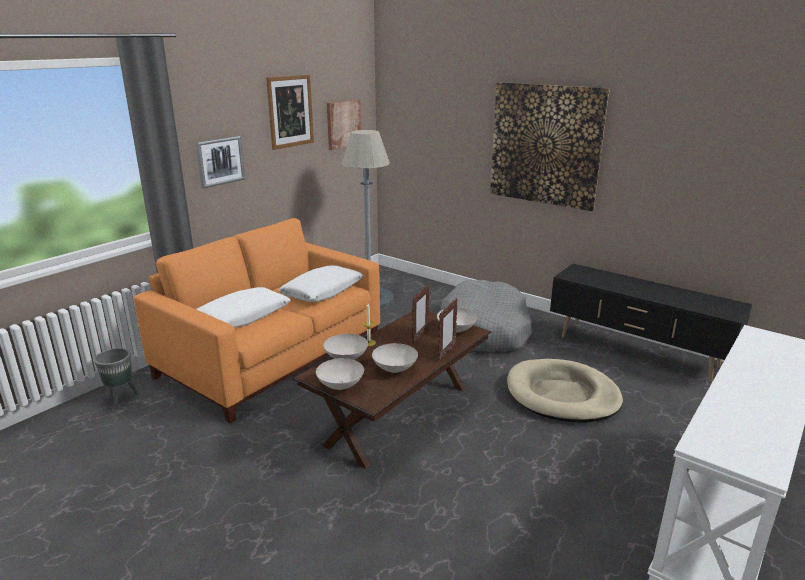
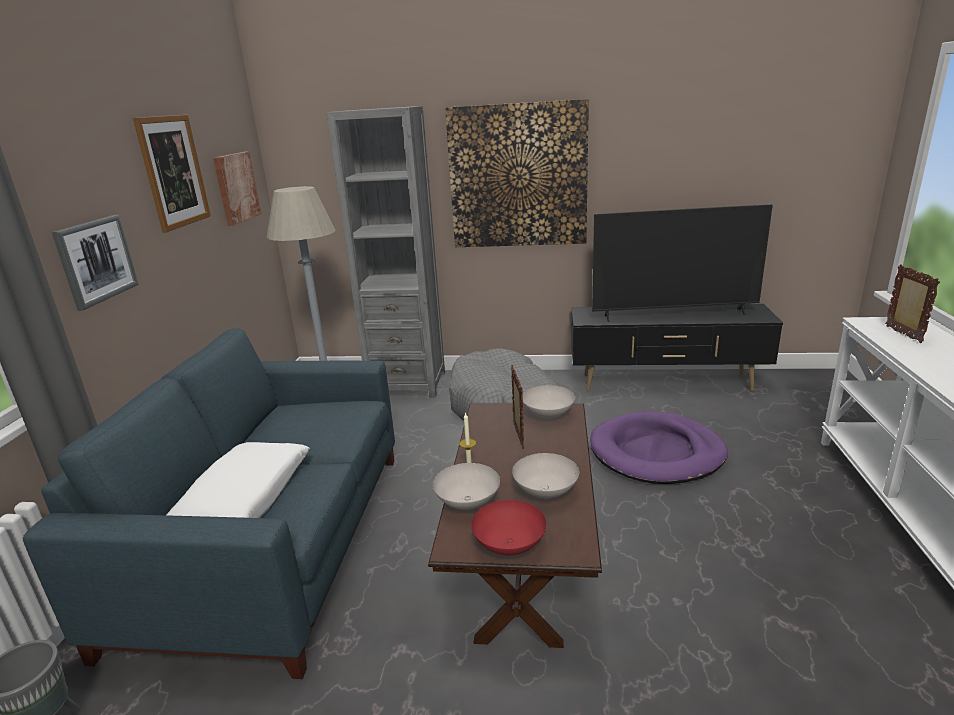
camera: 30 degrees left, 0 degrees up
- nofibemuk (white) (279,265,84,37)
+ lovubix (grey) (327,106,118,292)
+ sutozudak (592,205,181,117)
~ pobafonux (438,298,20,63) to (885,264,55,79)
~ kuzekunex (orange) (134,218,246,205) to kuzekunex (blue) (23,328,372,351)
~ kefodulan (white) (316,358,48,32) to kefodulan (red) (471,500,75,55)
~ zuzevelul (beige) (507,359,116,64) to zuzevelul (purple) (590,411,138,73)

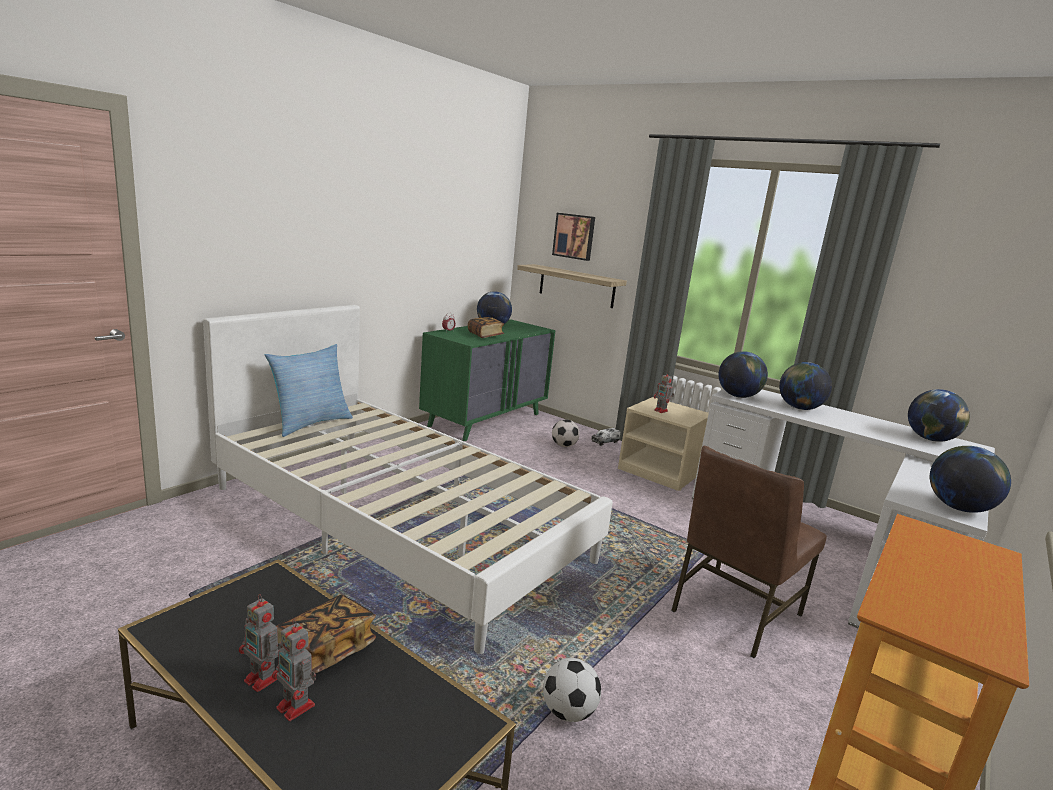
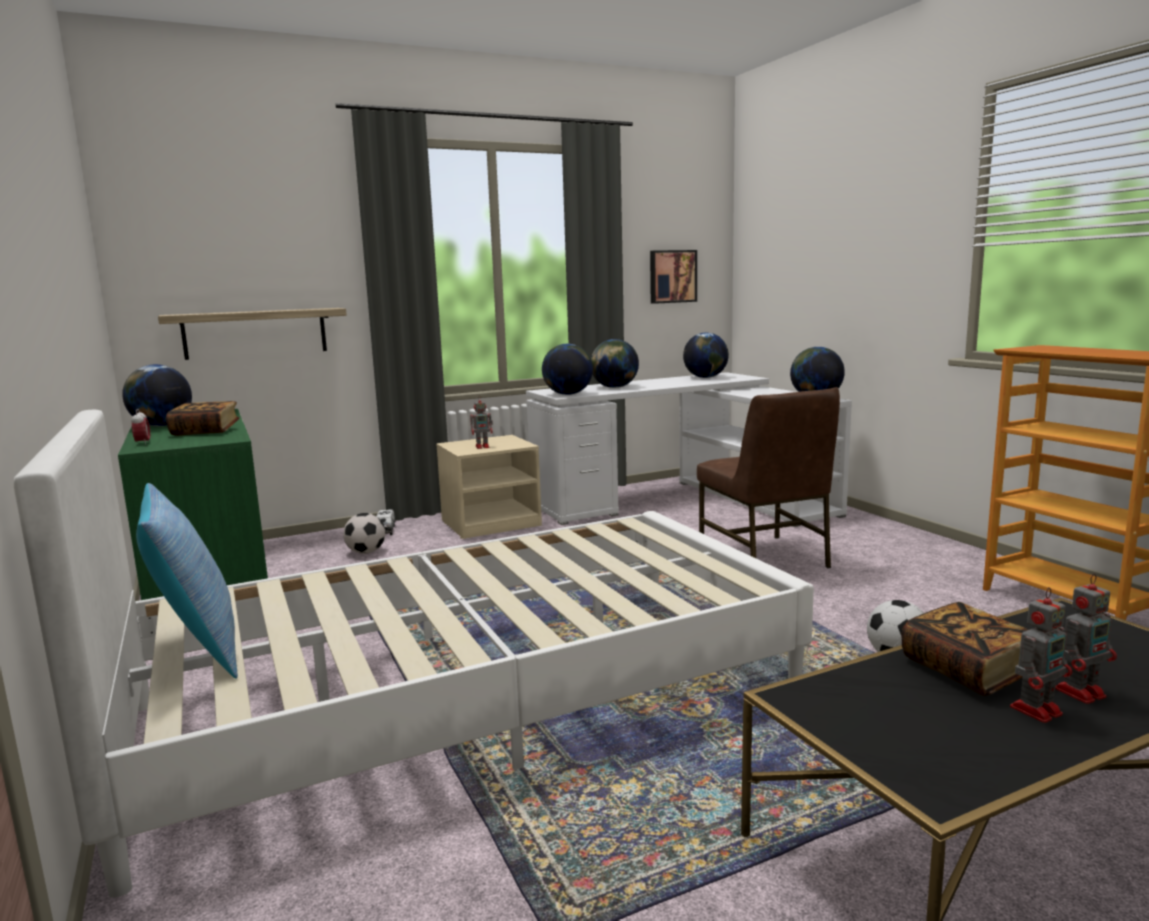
camera: 60 degrees left, 5 degrees down
~ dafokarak (552,213,43,48) to (650,250,47,54)

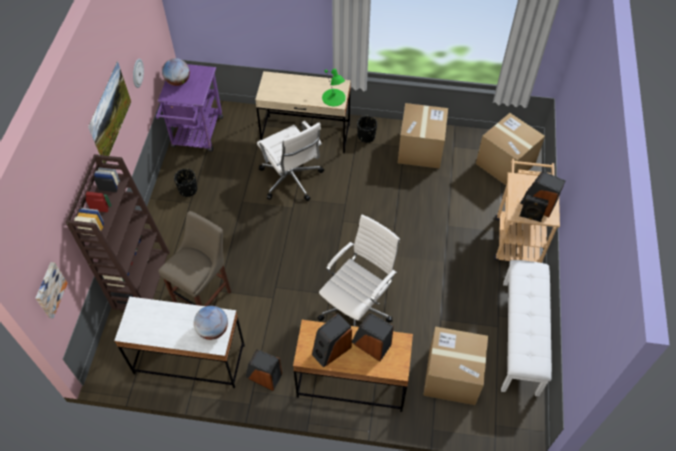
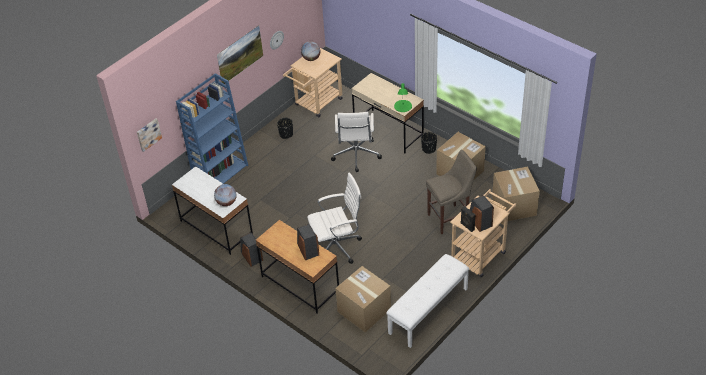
camera: 35 degrees right, 10 degrees down
- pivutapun (312,313,40,55)
~ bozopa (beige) (158,211,73,95) to (426,150,51,84)
~ lovubix (brown) (66,154,104,157) to lovubix (blue) (176,73,72,111)
~ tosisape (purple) (156,64,67,88) to tosisape (beige) (283,48,60,69)

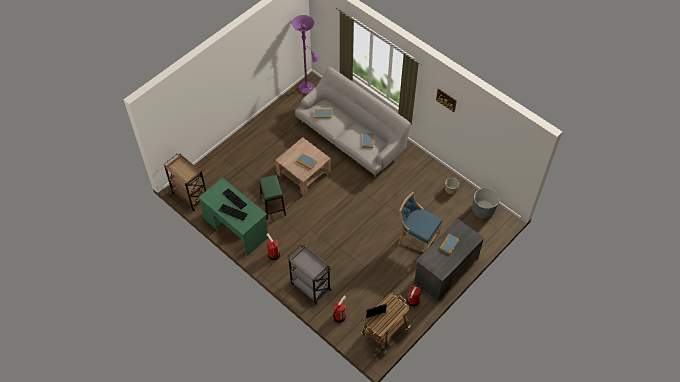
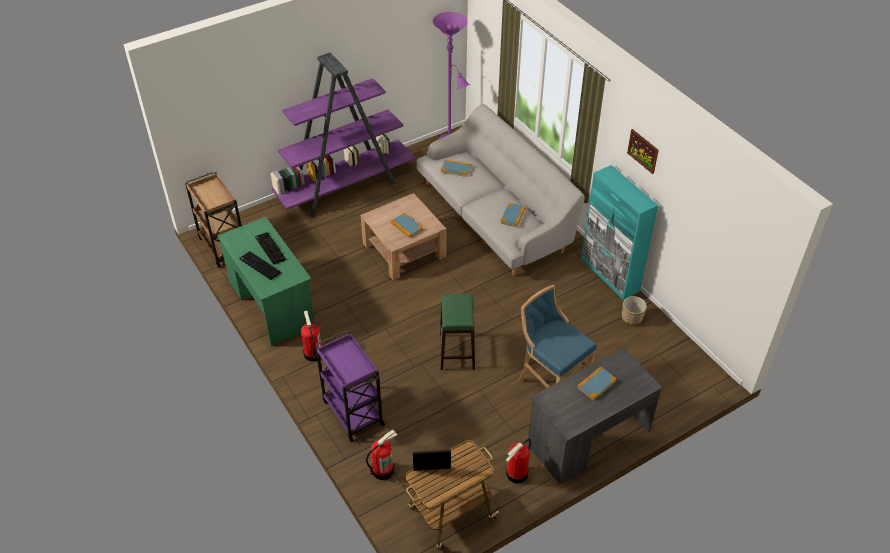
camera: 15 degrees right, 10 degrees down
- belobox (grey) (472,188,27,31)
+ lovubix (purple) (271,53,144,164)
+ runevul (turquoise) (581,165,77,135)
~ bozopa (green) (259,175,27,45) to (440,294,35,76)
~ tosisape (grey) (288,245,44,60) to tosisape (purple) (315,331,70,111)

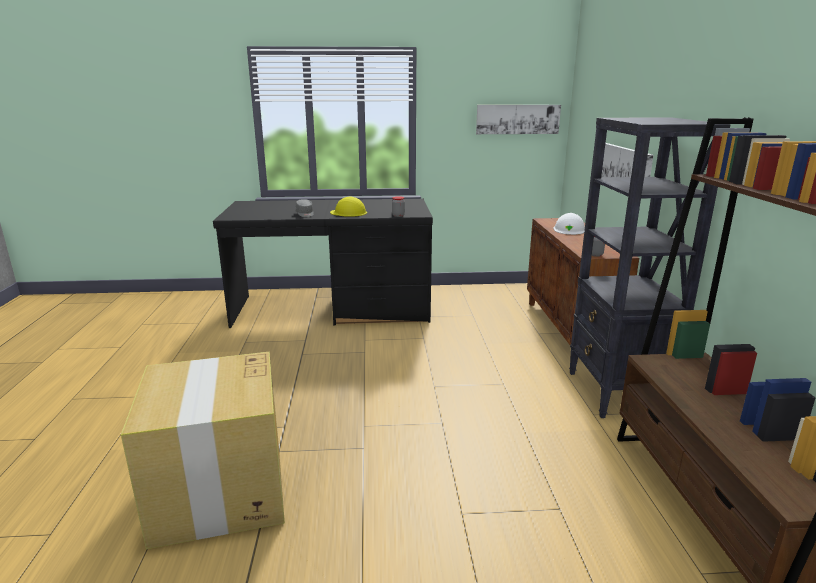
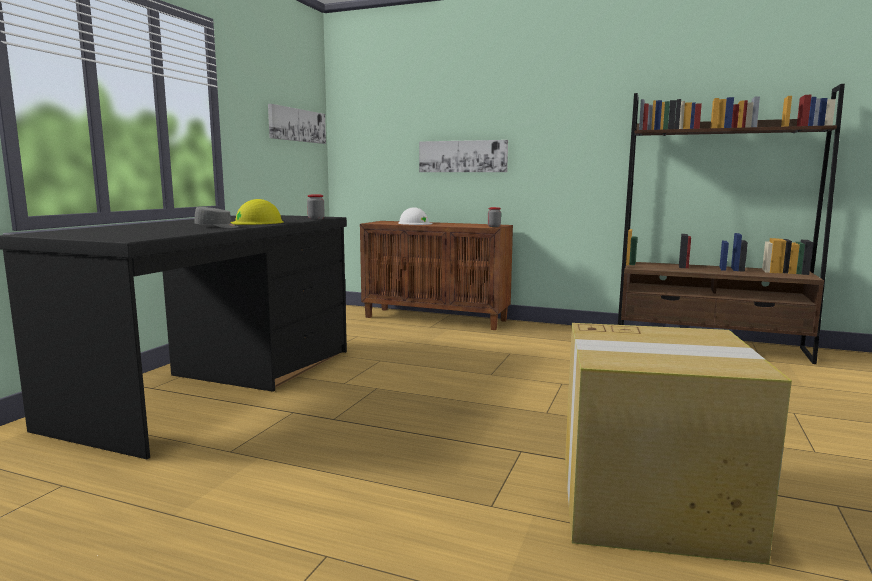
camera: 65 degrees left, 10 degrees down
- lovubix (black) (569,117,162,301)

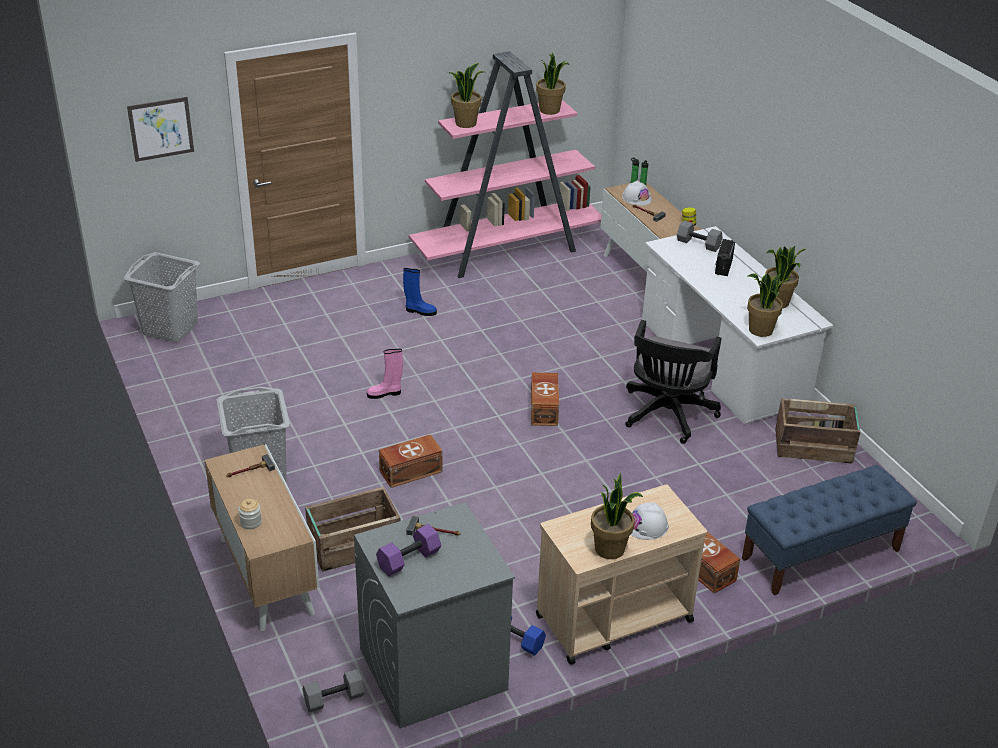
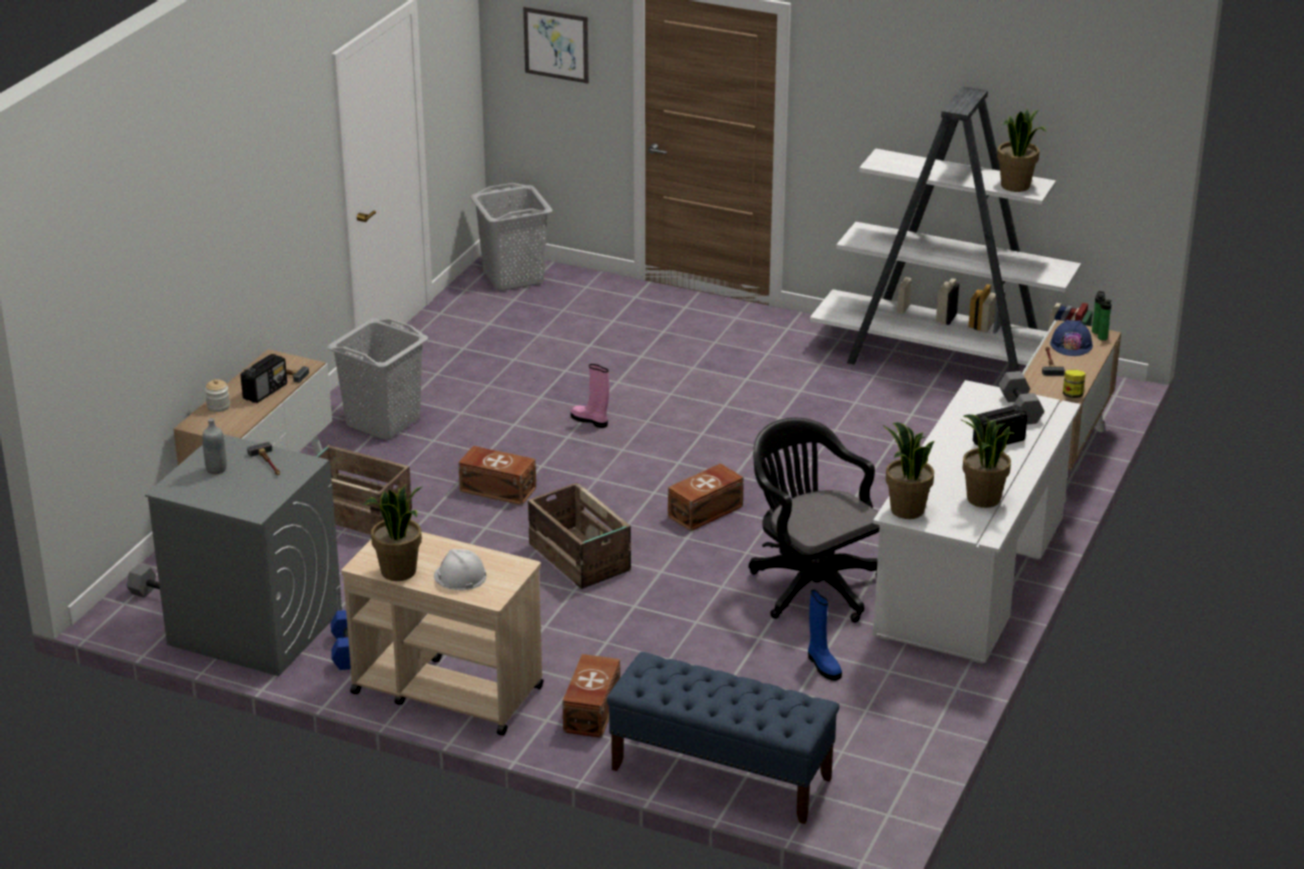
camera: 50 degrees right, 5 degrees down
- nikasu (448,63,36,65)
+ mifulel (240,354,47,49)
~ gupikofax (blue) (403,268,34,48) to (808,589,34,92)
~ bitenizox (775,398,85,66) to (528,482,103,107)
~ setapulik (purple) (376,524,65,52) to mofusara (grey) (203,418,24,56)
~ lovubix (pink) (409,51,193,227) to lovubix (white) (810,86,283,286)
~ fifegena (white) (622,180,30,26) to fifegena (blue) (1050,320,43,36)
~ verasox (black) (625,320,96,124) = (749,418,131,205) 75 degrees clockwise

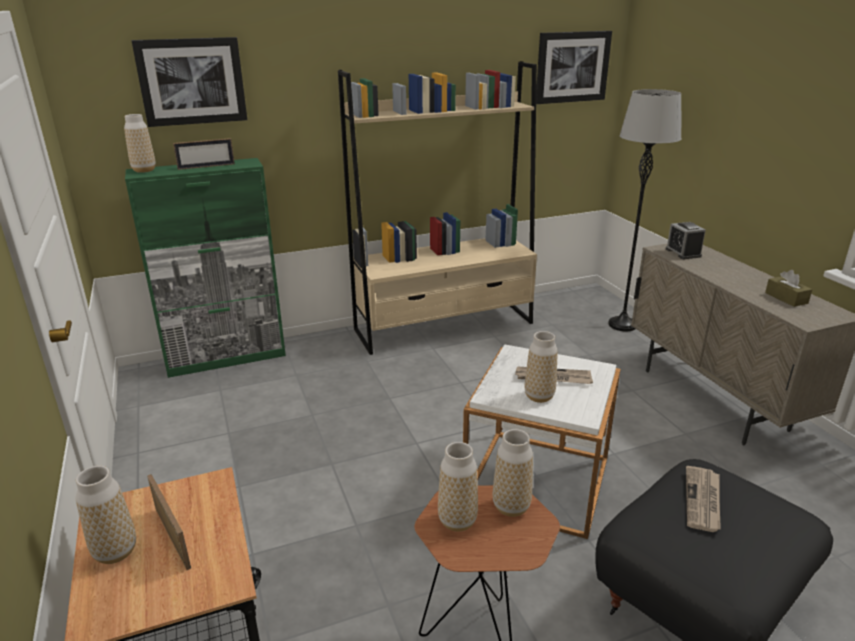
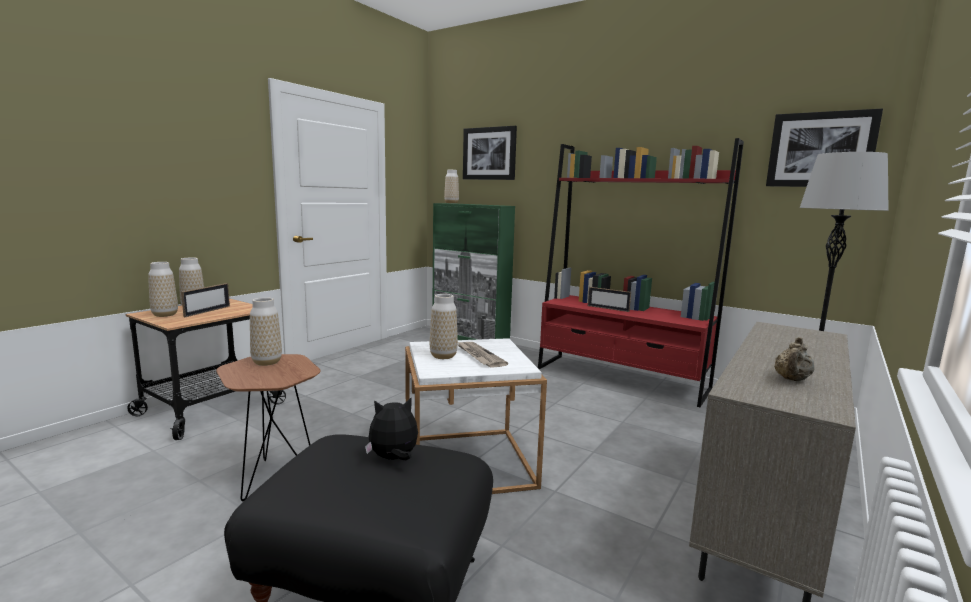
camera: 55 degrees right, 15 degrees down
- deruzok (666,222,40,37)
~ pobafonux (173,138,62,32) to (588,287,43,25)
~ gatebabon (493,429,40,88) to (148,262,30,55)
~ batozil (686,466,35,66) to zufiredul (365,397,53,63)
~ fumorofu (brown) (765,270,47,37) to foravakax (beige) (774,337,41,44)
~ lovubix (beige) (338,61,199,294) to lovubix (red) (538,138,206,269)

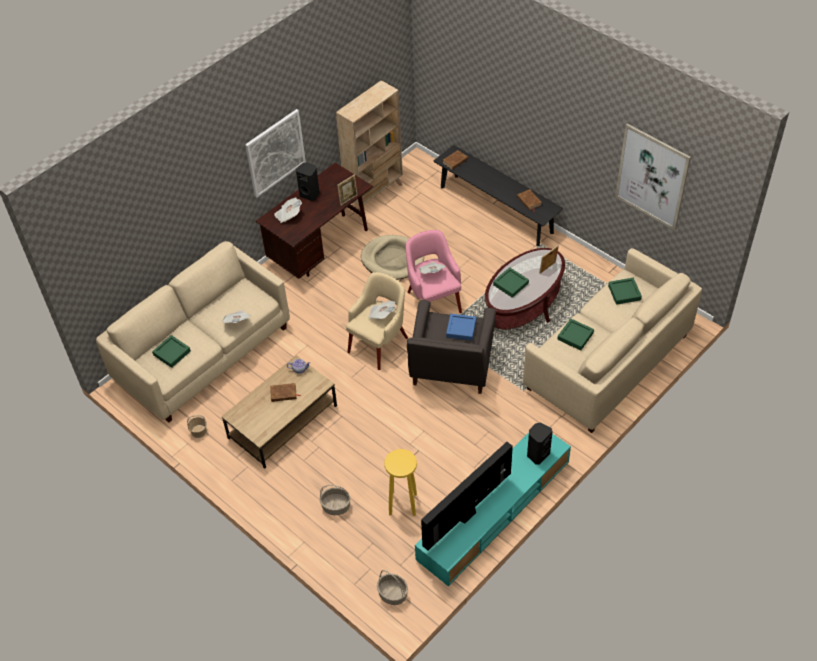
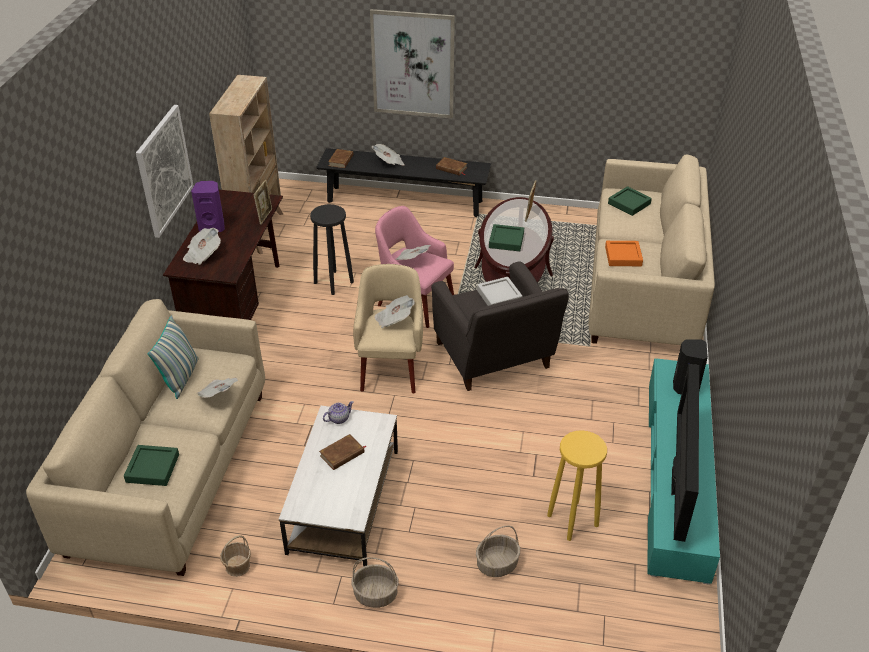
camera: 35 degrees left, 10 degrees down
+ nofibemuk (148,316,51,83)
+ batozil (372,144,32,21)
~ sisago (377,570,31,35) to (351,557,48,51)
~ dafokarak (615,124,76,106) to (370,9,85,110)
~ zuzevelul (beige) (361,235,63,45) to bozopa (black) (310,204,44,91)
~ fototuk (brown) (222,355,115,114) to fototuk (white) (279,406,119,161)
~ pivutapun (black) (296,162,24,39) to pivutapun (purple) (191,181,34,51)
~ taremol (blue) (446,314,30,26) to taremol (grey) (477,277,46,29)
~ taremol (green) (557,319,37,32) to taremol (orange) (605,241,38,25)

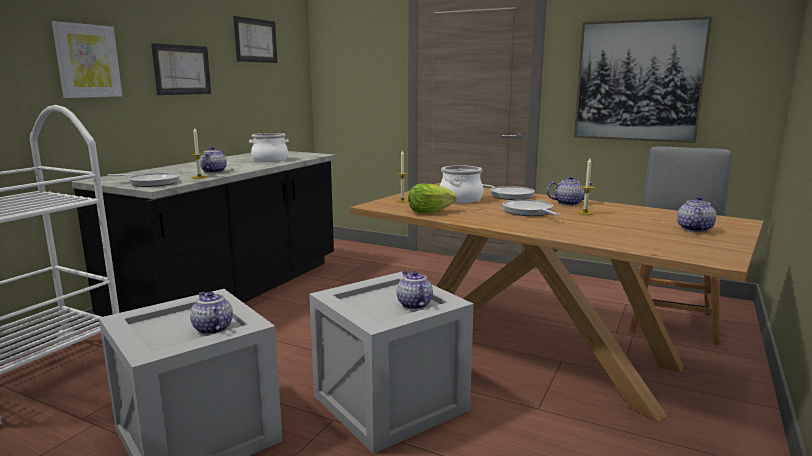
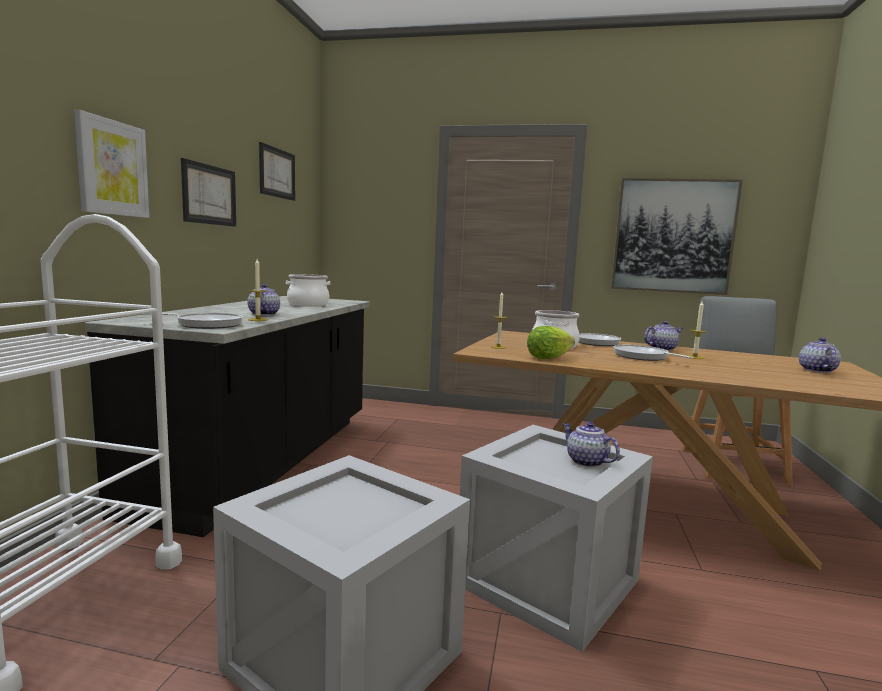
camera: 15 degrees left, 5 degrees down
- foravakax (190,292,43,43)

